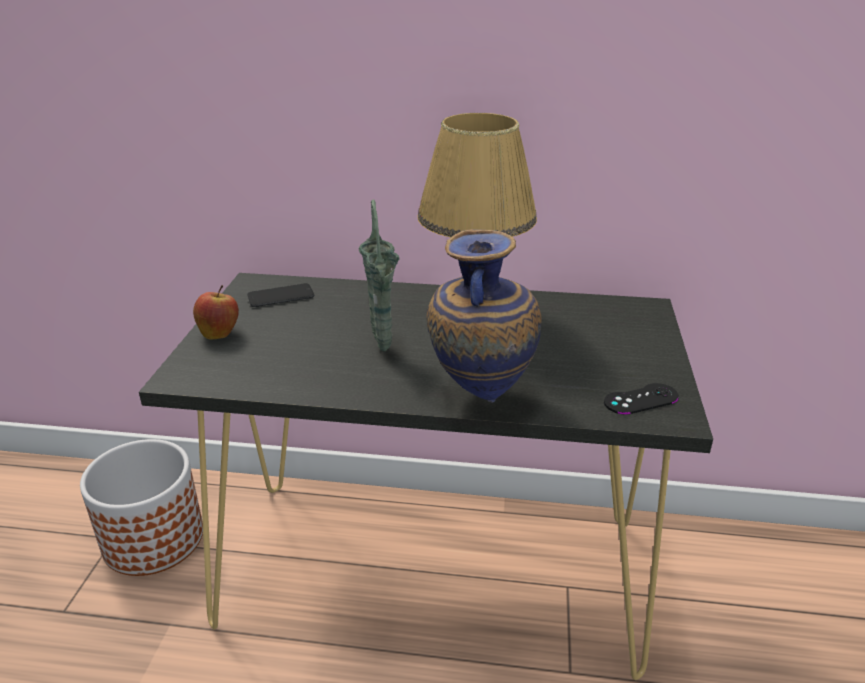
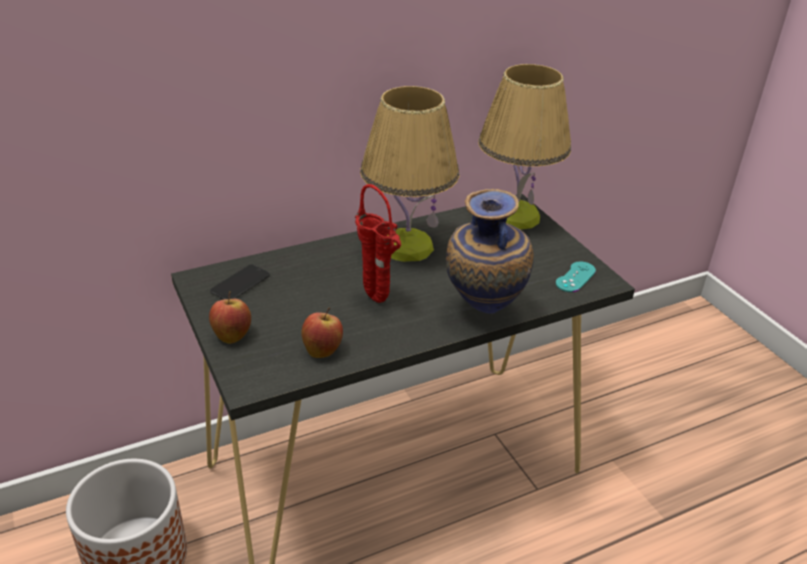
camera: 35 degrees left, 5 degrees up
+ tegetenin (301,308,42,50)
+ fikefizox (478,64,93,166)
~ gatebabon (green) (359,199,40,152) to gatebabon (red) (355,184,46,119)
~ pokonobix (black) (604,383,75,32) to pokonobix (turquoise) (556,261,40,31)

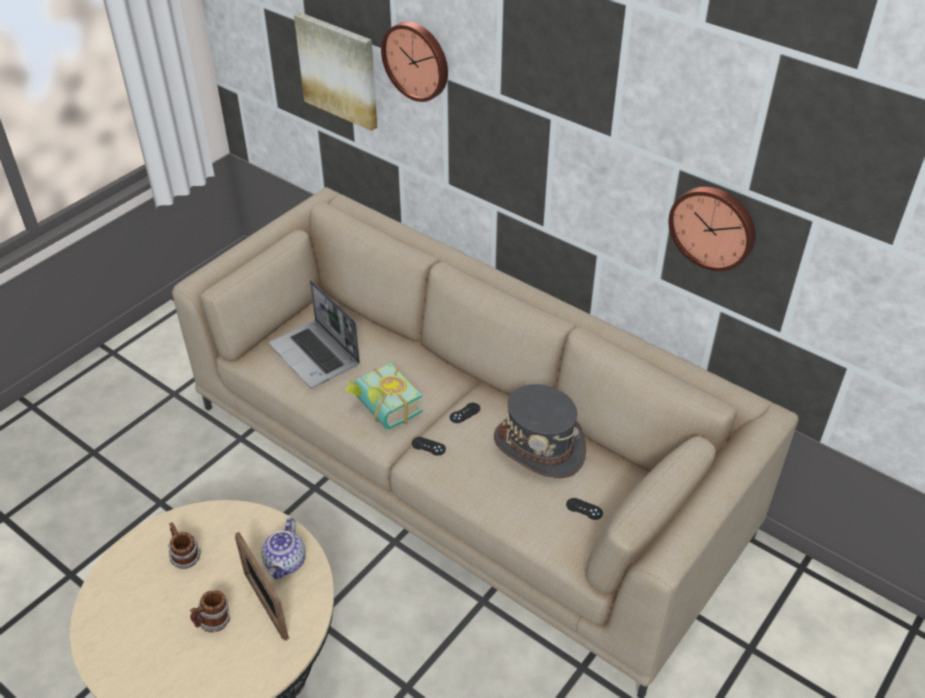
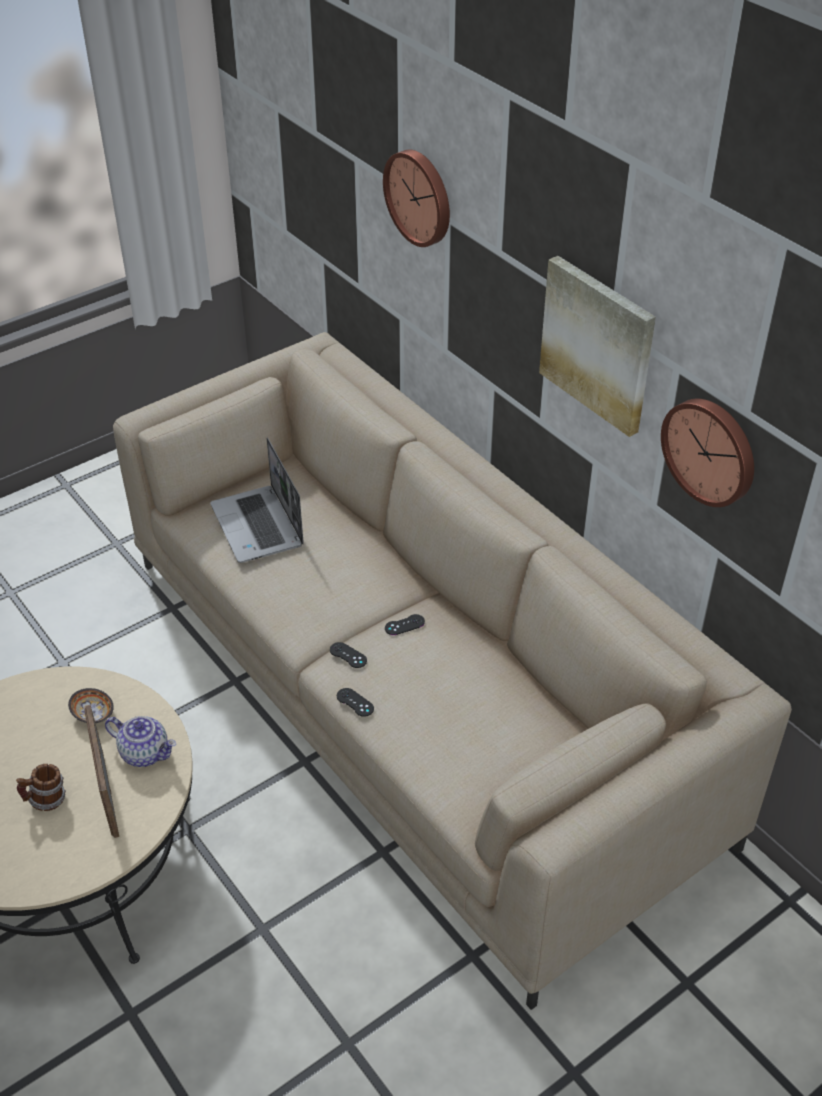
camera: 15 degrees right, 0 degrees up
- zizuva (168,522,33,47)
- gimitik (345,363,78,66)
- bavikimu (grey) (494,384,92,94)
+ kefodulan (68,688,46,35)
~ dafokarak (294,12,83,119) to (539,256,117,181)
~ pokonobix (black) (566,498,37,22) to (337,688,37,29)
~ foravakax (261,518,45,61) = (105,716,71,51) 90 degrees counterclockwise

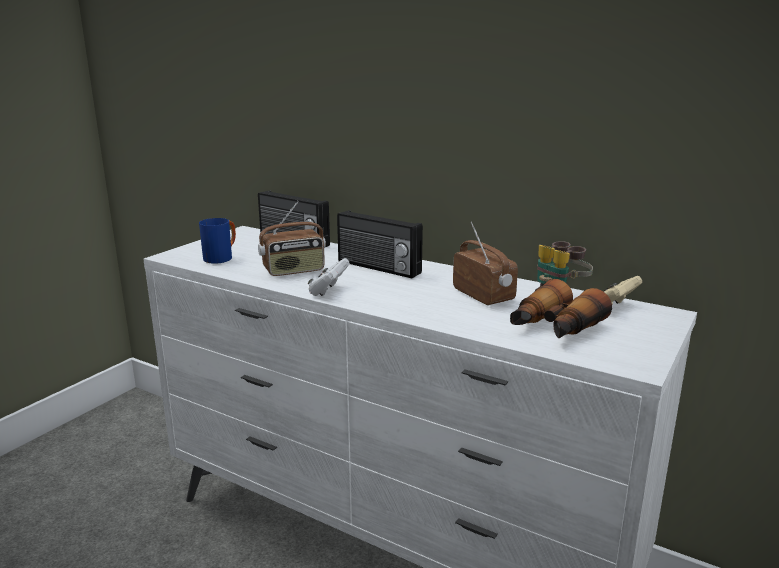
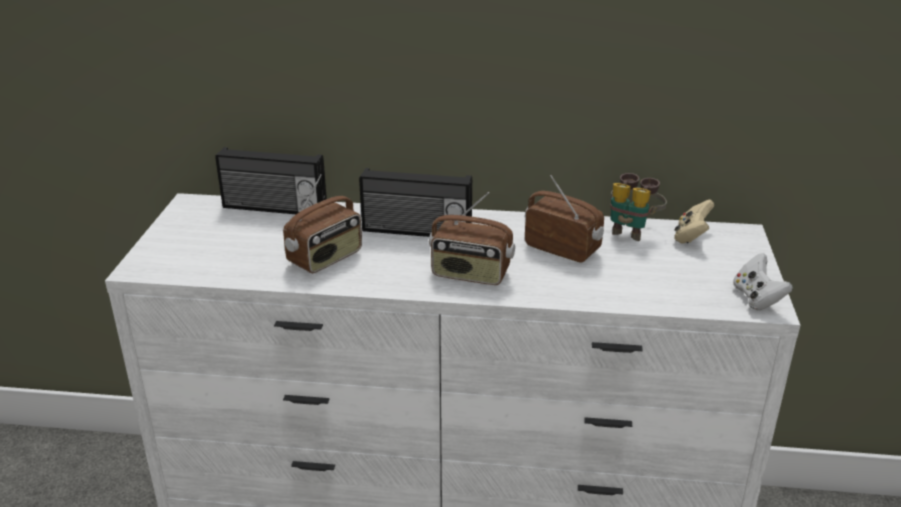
camera: 25 degrees left, 10 degrees up
- zizuva (blue) (199,218,37,46)
- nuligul (510,279,102,59)
+ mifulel (429,192,86,93)
~ pokonobix (white) (308,258,42,38) to (733,253,60,57)

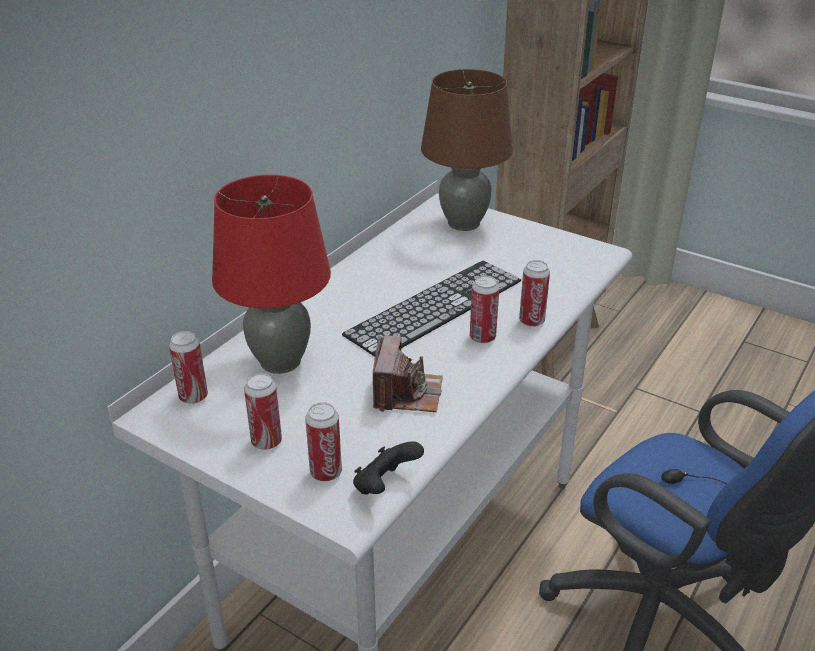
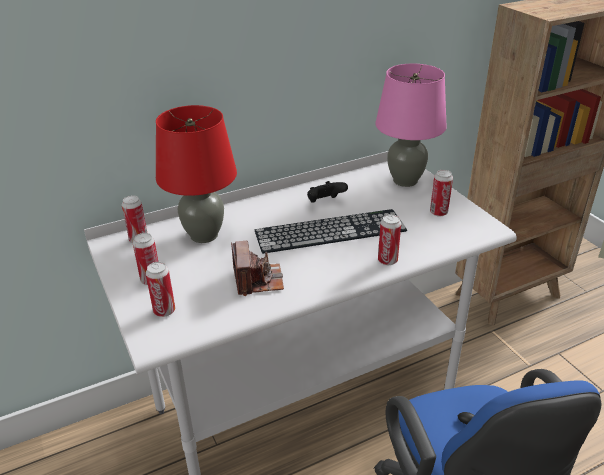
camera: 30 degrees right, 0 degrees up
~ pokonobix (black) (353,442,71,53) to (307,181,41,22)
~ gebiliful (470,276,29,67) to (430,170,23,47)
~ fikefizox (brown) (421,69,92,162) to fikefizox (pink) (375,64,72,123)
~ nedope (373,335,70,77) = (231,241,53,55) 45 degrees counterclockwise

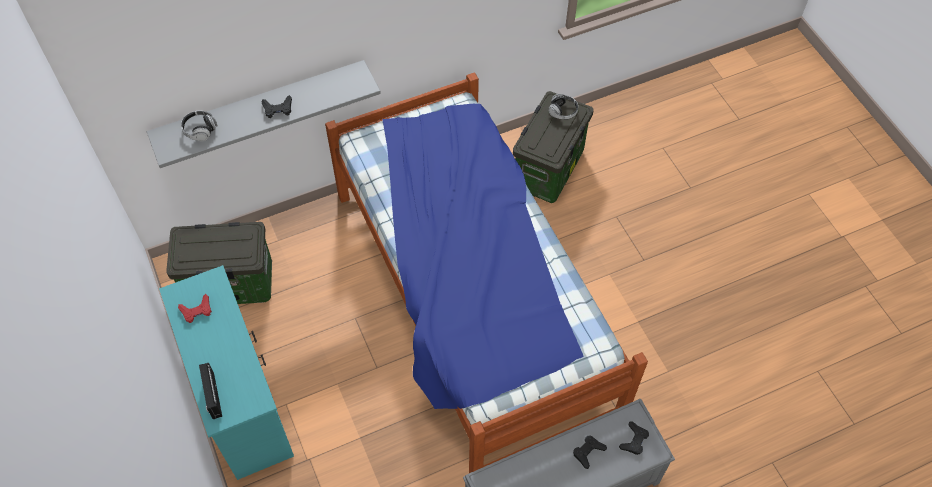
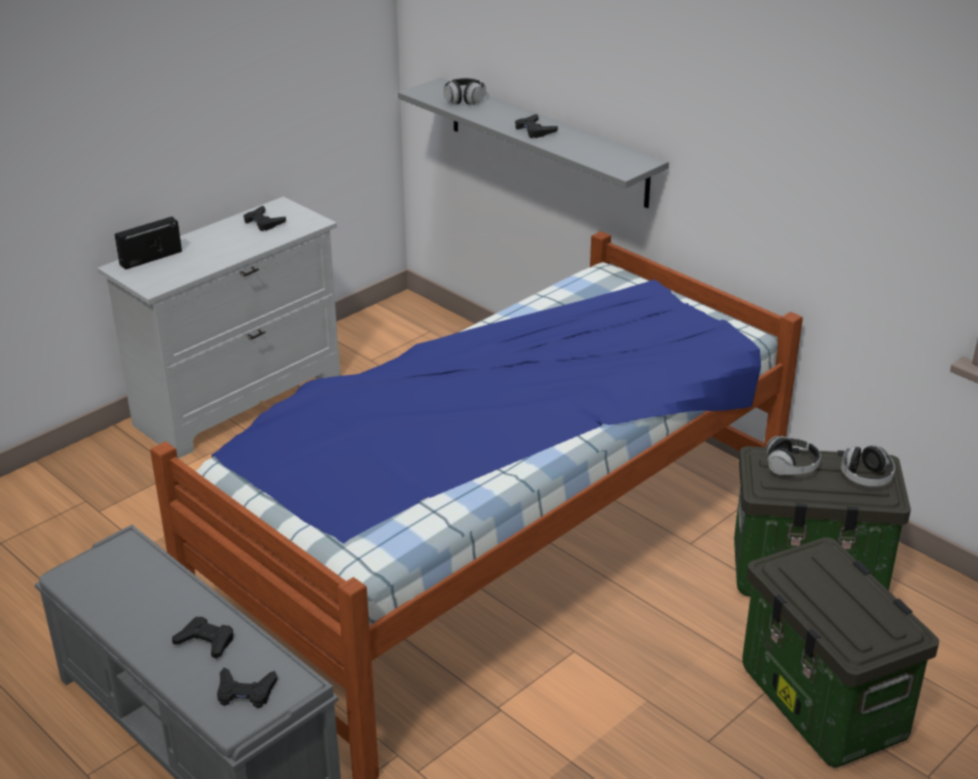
camera: 70 degrees right, 25 degrees down
+ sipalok (766,436,55,39)
~ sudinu (166,222,106,82) to (742,537,197,231)
~ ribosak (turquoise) (159,265,135,215) to ribosak (white) (97,196,244,263)
~ pokonobix (red) (178,294,34,29) to pokonobix (black) (243,206,43,25)

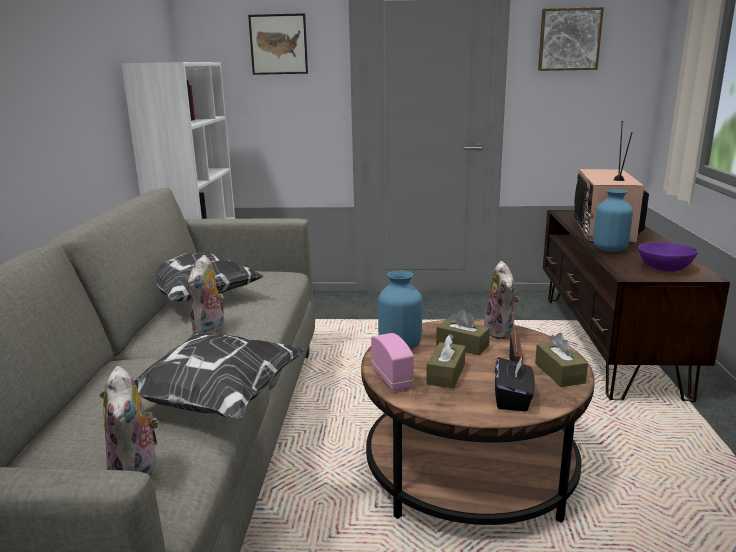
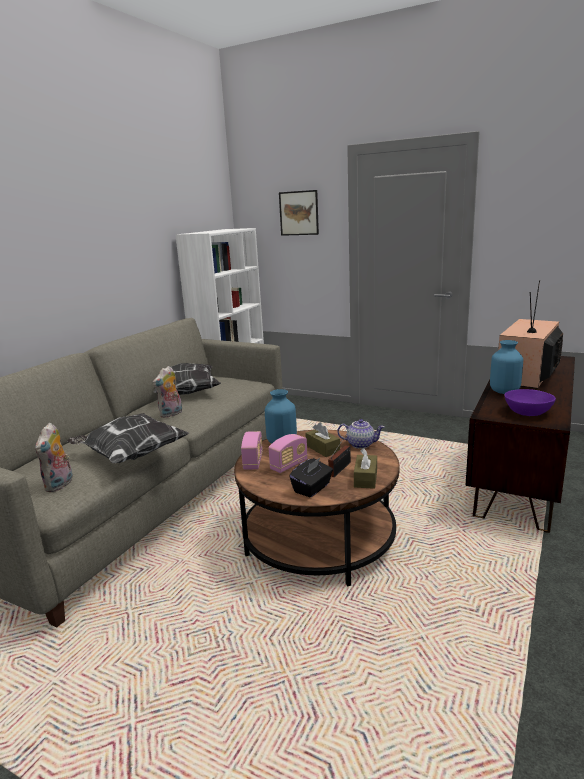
camera: 25 degrees right, 0 degrees up
- dafokarak (538,7,66,64)
~ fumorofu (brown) (426,334,39,55) to mifulel (269,434,39,39)
~ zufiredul (484,261,36,78) to foravakax (337,419,47,30)

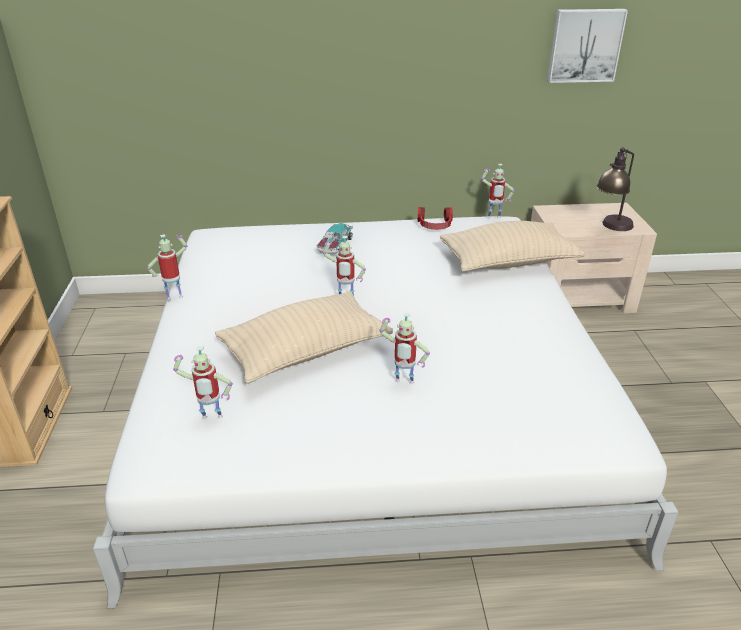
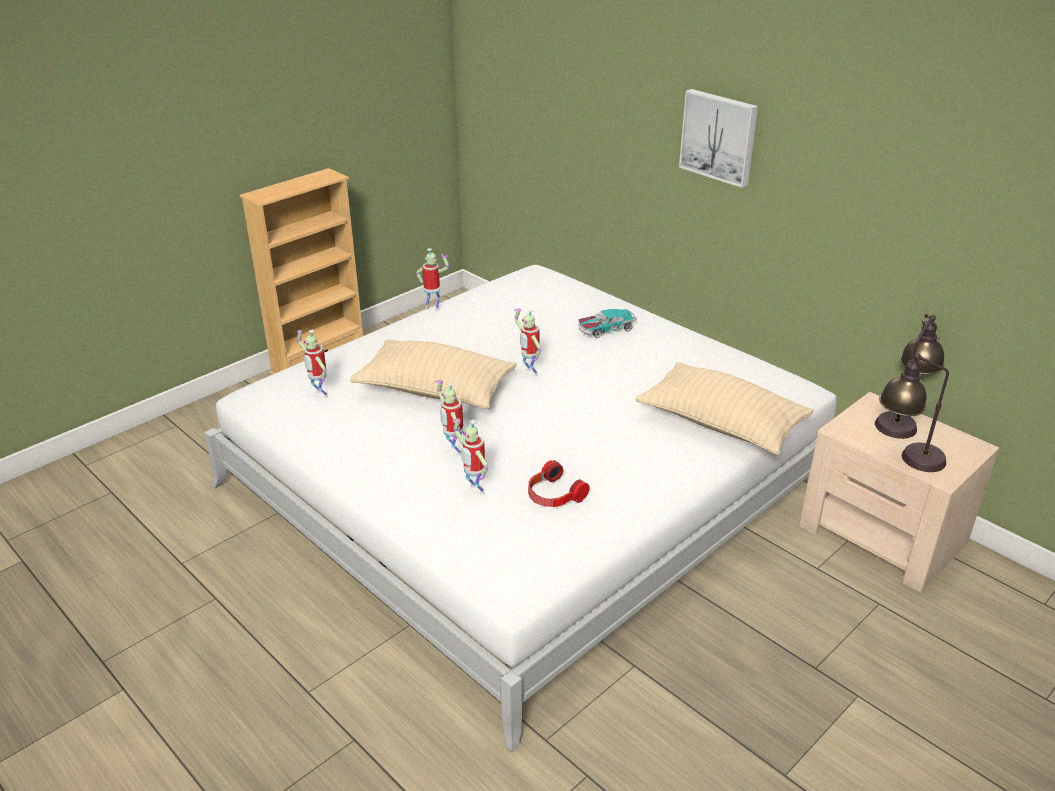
camera: 50 degrees right, 0 degrees up
+ fikefizox (875,314,69,125)
~ sipalok (418,207,35,23) to (528,460,62,47)
~ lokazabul (481,164,33,54) to (453,418,35,77)
~ dafokarak (547,9,81,74) to (679,89,79,99)

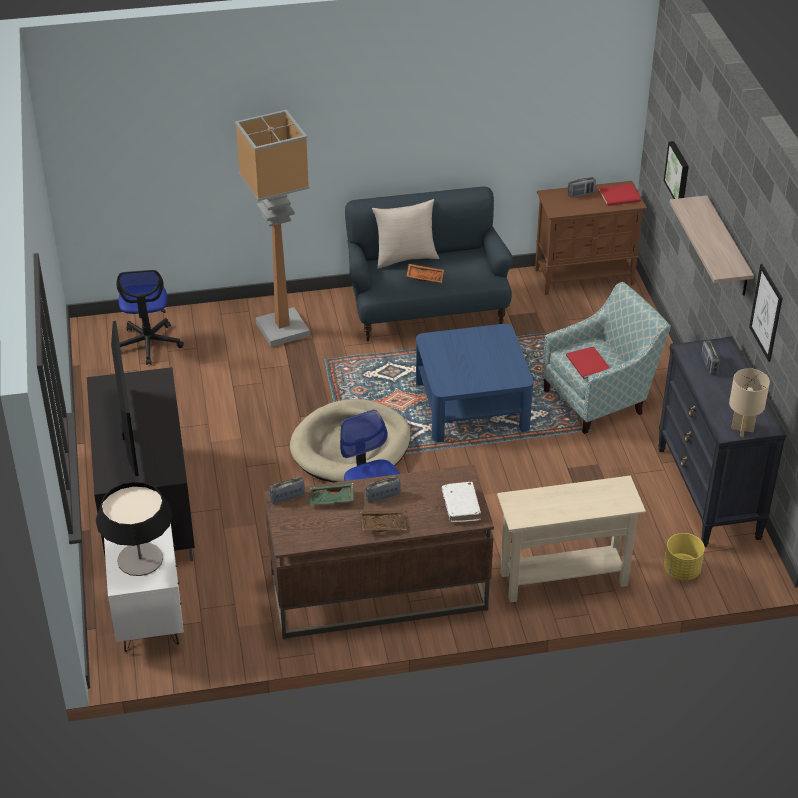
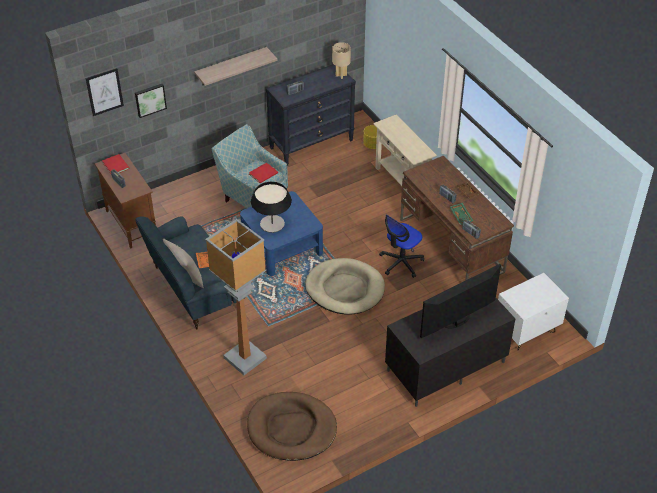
camera: 110 degrees left, 5 degrees up
- gimitik (white) (442,482,39,40)
~ fikefizox (96,482,77,94) to (251,182,41,51)
~ dafokarak (749,264,34,98) to (86,68,38,48)
~ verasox (116,270,68,95) to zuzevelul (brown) (247,392,90,69)

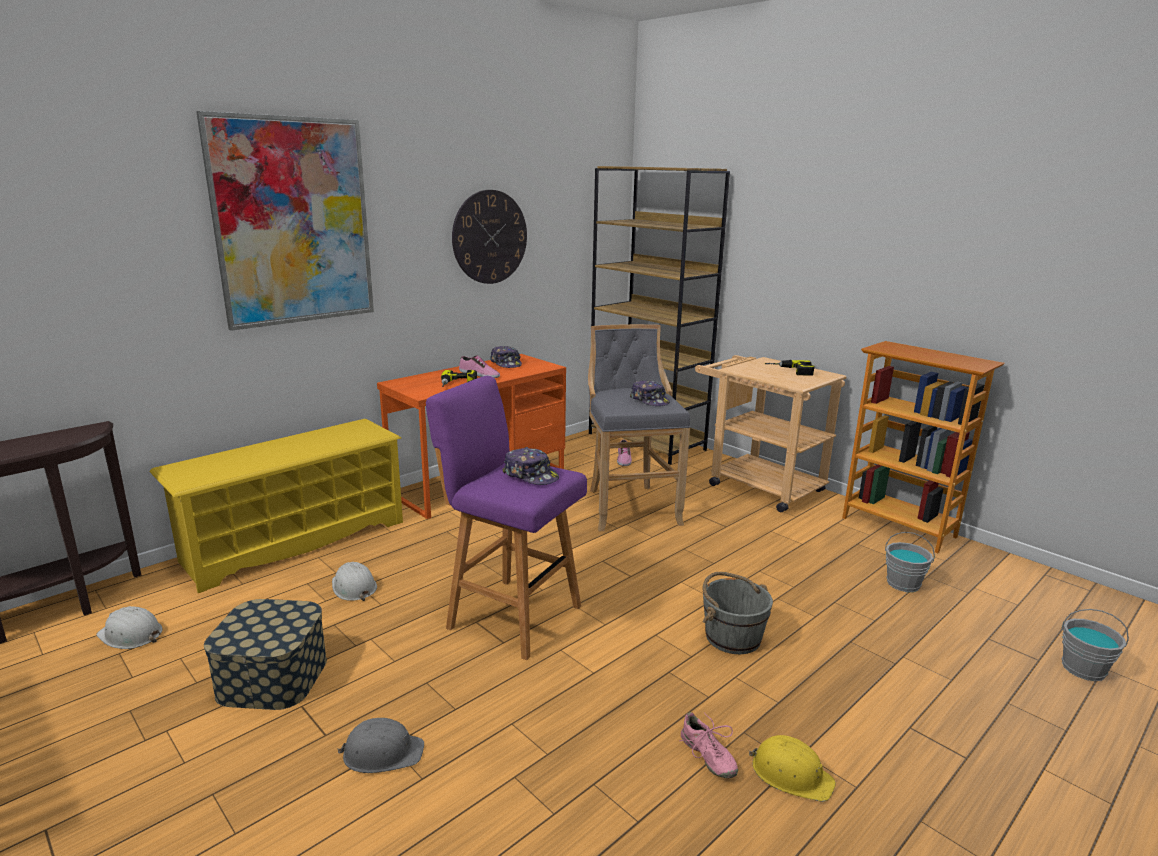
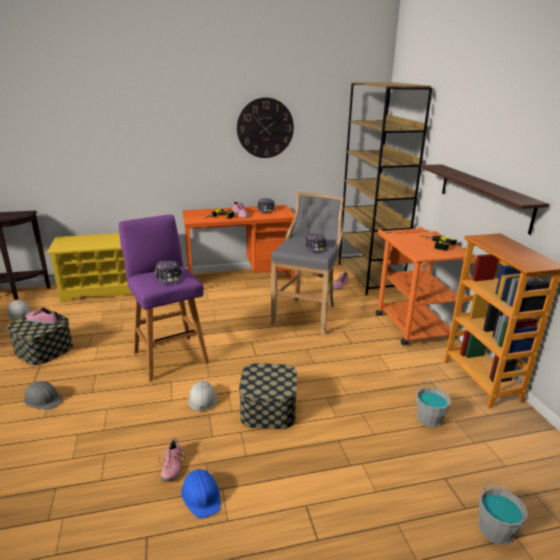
camera: 30 degrees right, 5 degrees up
- dafokarak (196,111,178,220)
+ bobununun (26,308,34,16)
+ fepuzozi (420,164,129,71)
~ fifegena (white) (332,562,45,39) to (188,380,29,33)
~ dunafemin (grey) (702,572,71,82) to sudinu (239,363,58,66)
~ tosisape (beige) (695,355,151,157) to tosisape (orange) (376,227,100,118)
~ fifegena (yellow) (749,735,87,67) to fifegena (blue) (181,469,39,50)

